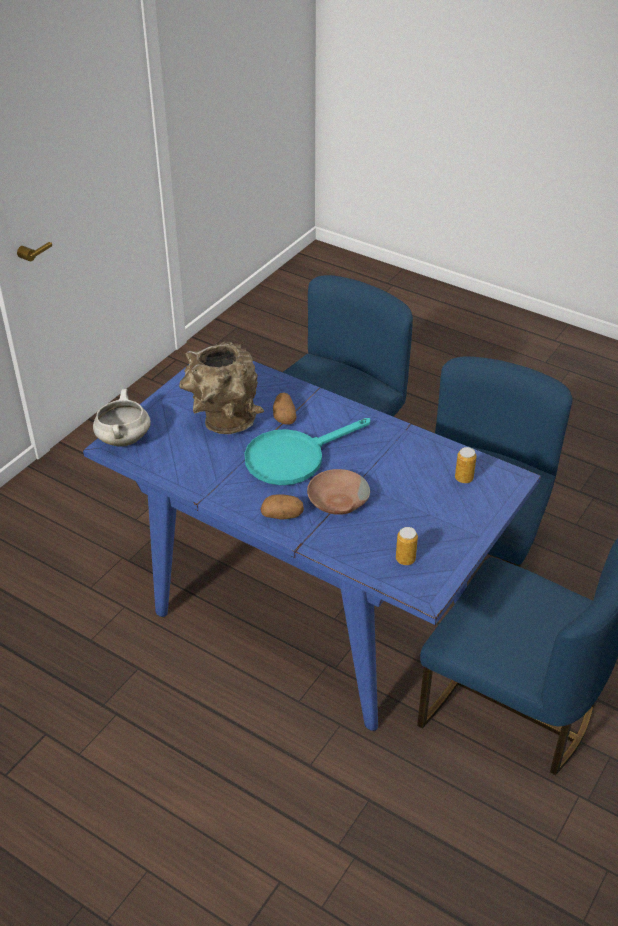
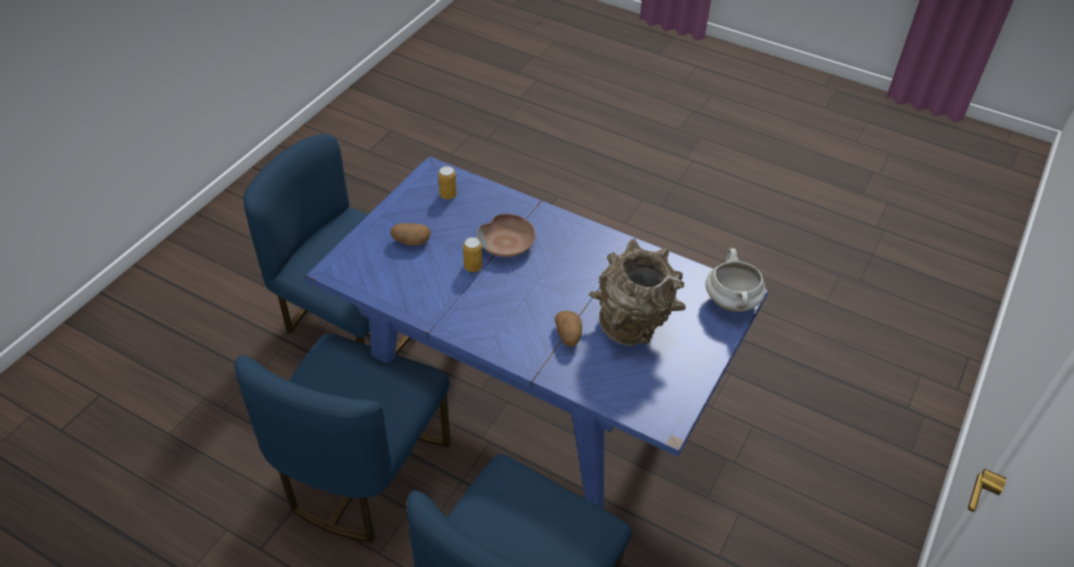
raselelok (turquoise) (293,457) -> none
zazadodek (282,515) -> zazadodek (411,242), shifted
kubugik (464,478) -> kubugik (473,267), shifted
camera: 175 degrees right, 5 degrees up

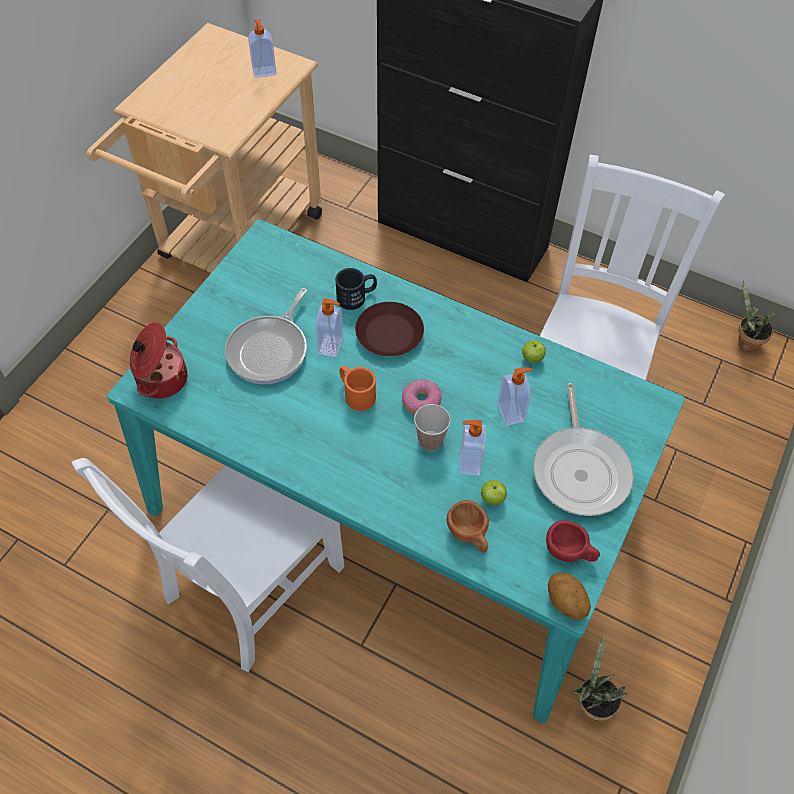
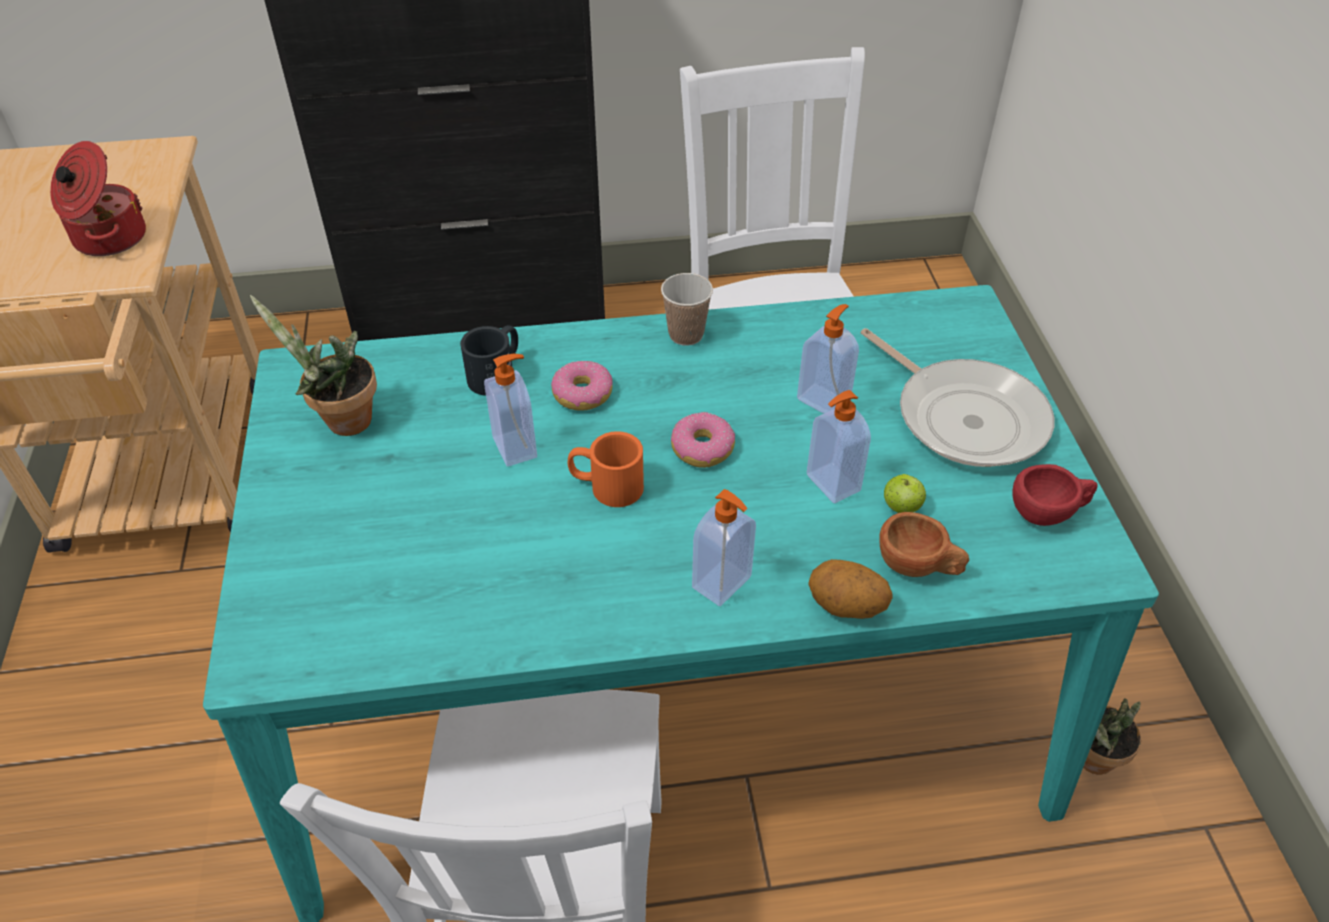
raselelok (270,350) -> none
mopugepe (532,358) -> none
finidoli (161,379) -> finidoli (108,238), shifted
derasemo (264,72) -> derasemo (723,583), shifted
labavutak (430,440) -> labavutak (686,335), shifted
zazadodek (565,602) -> zazadodek (845,607), shifted
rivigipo (744,342) -> rivigipo (342,421), shifted
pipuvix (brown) (388,334) -> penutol (582,394)
camera: 35 degrees left, 10 degrees down

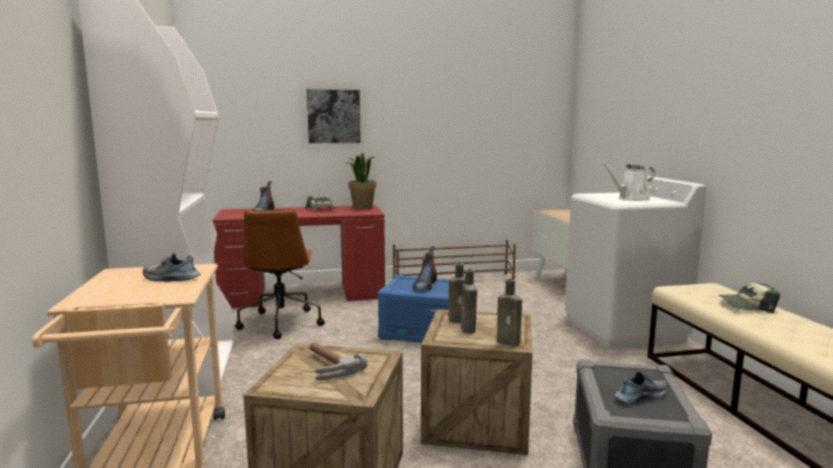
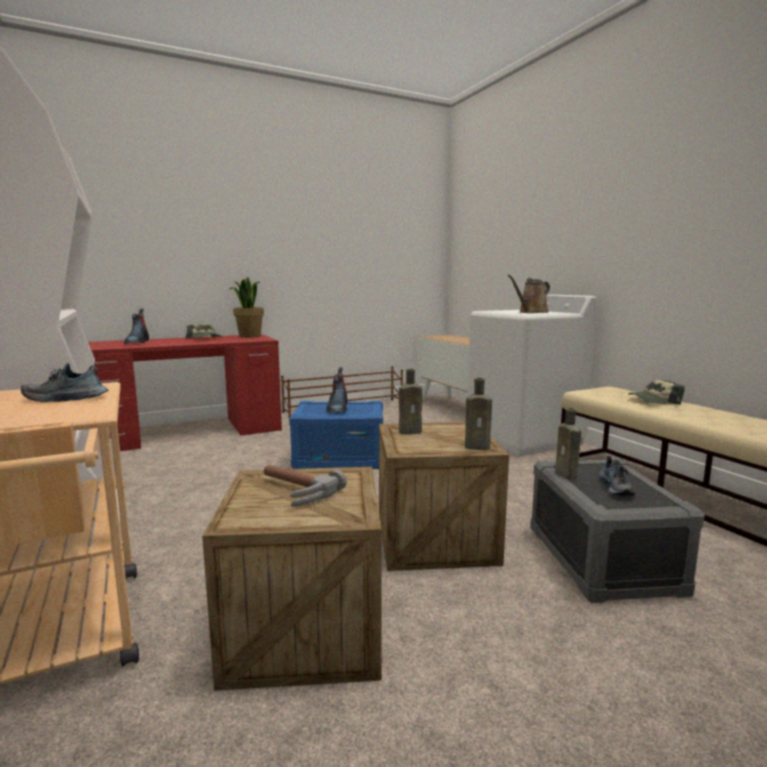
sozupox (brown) (281,322) -> none
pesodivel (333,116) -> none
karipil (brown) (468,330) -> karipil (brown) (567,475), shifted
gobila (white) (631,199) -> gobila (brown) (531,312)
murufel (639,396) -> murufel (616,488), 135 degrees clockwise
camera: 15 degrees left, 0 degrees up

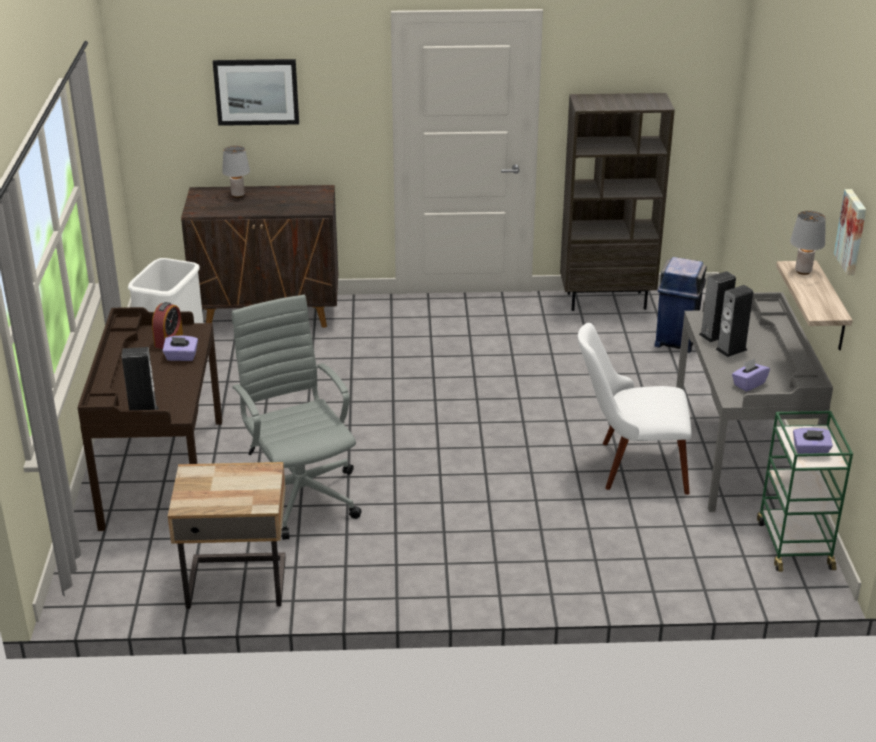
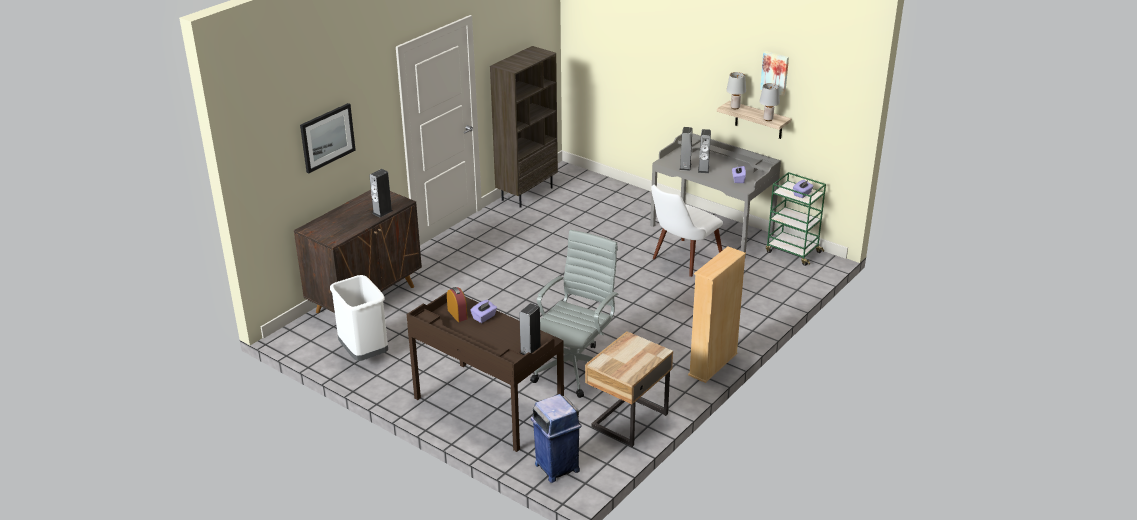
none -> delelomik (382,212)
none -> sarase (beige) (713,364)
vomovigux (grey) (237,195) -> vomovigux (grey) (768,119), shifted
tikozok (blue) (676,341) -> tikozok (blue) (556,467), shifted
sozupox (grey) (300,495) -> sozupox (grey) (576,368), 105 degrees clockwise
camera: 50 degrees left, 0 degrees up

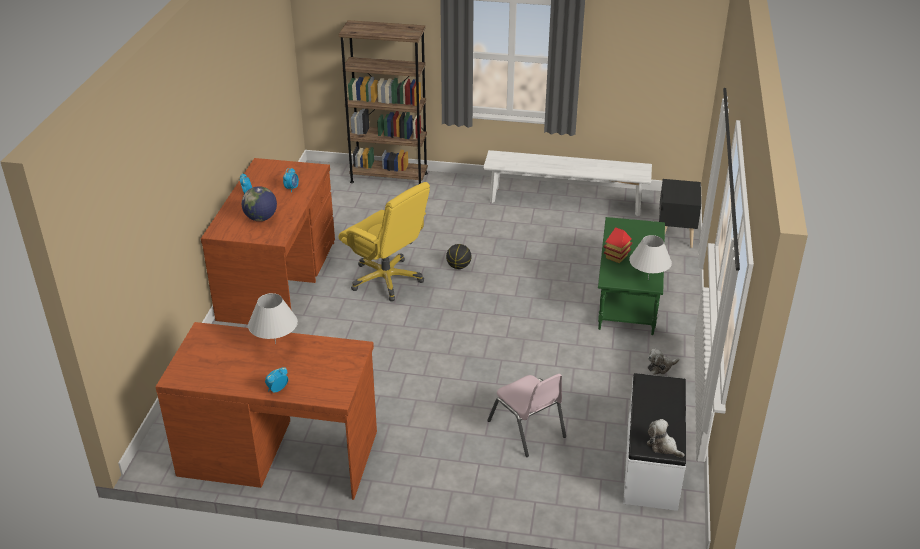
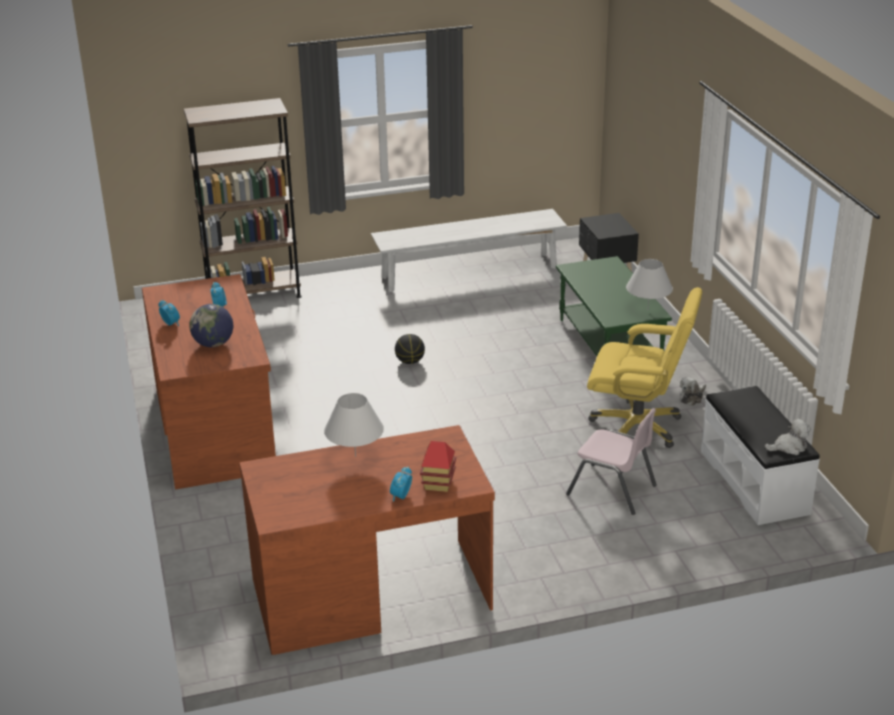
sozupox (yellow) (387,279) -> sozupox (yellow) (638,427), shifted
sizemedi (616,257) -> sizemedi (438,483), shifted
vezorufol (663,446) -> vezorufol (789,447), 150 degrees clockwise
camera: 25 degrees left, 5 degrees down

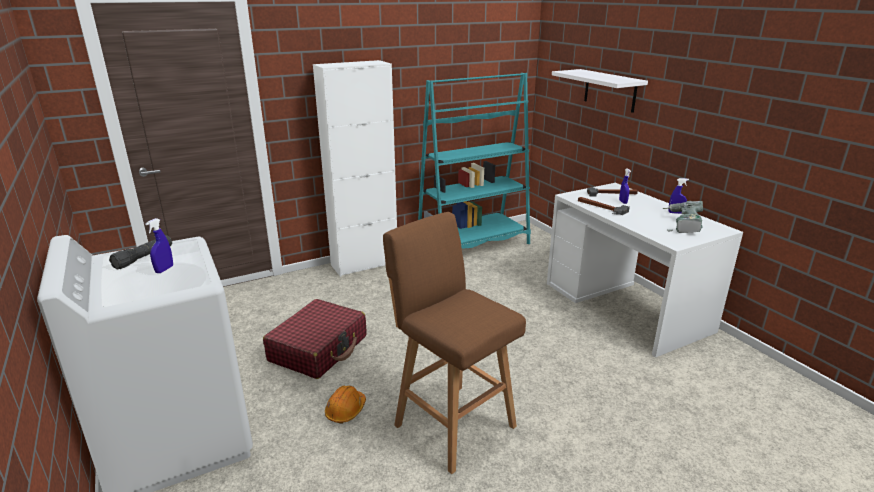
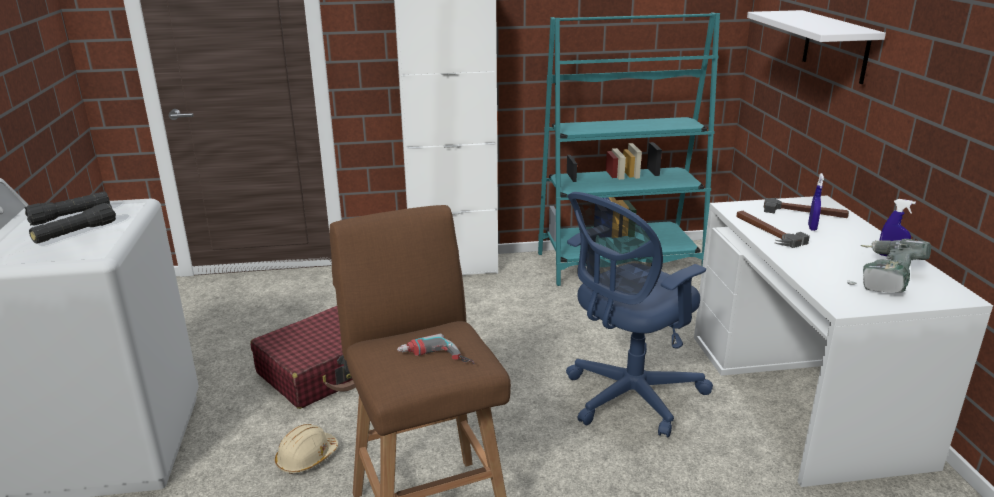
none -> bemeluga (434,360)
none -> sozupox (blue) (628,398)
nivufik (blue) (164,269) -> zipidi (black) (75,233)
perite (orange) (345,410) -> perite (beige) (307,458)
camera: 20 degrees right, 0 degrees up

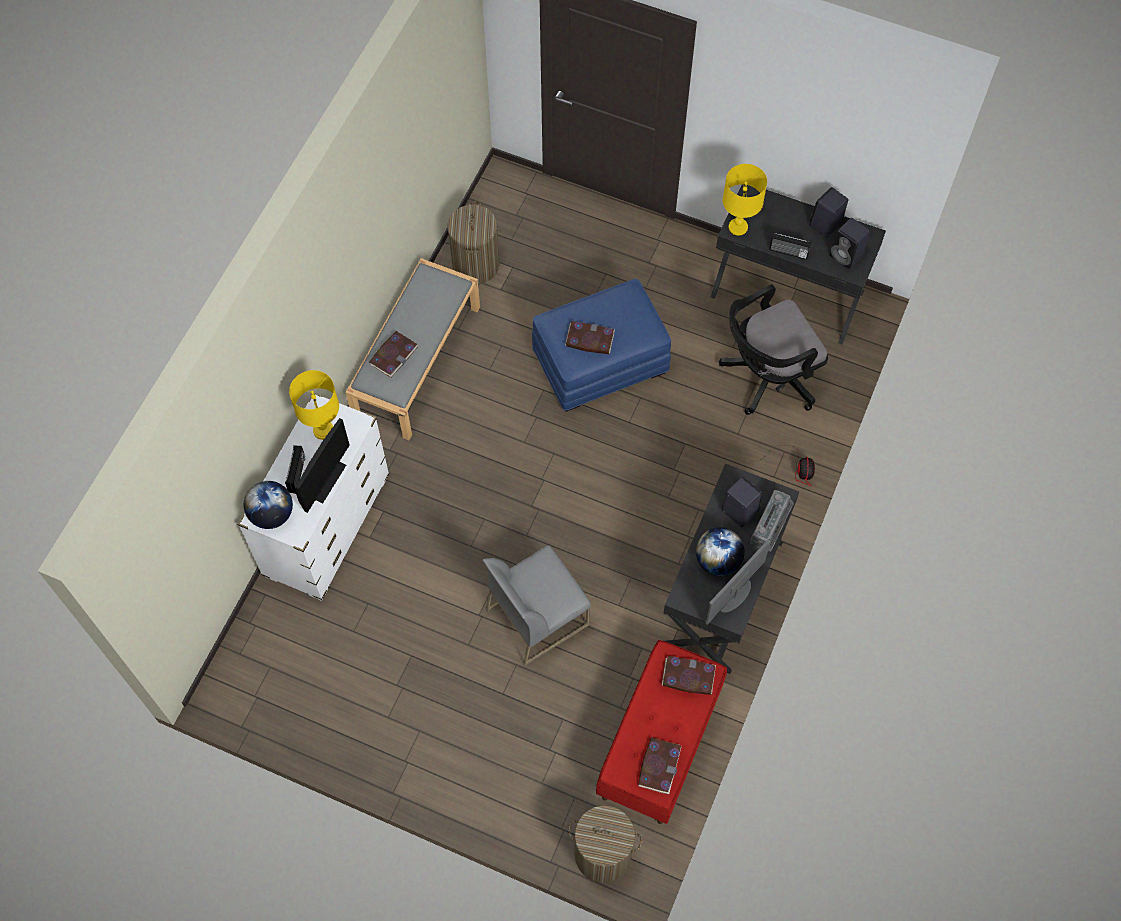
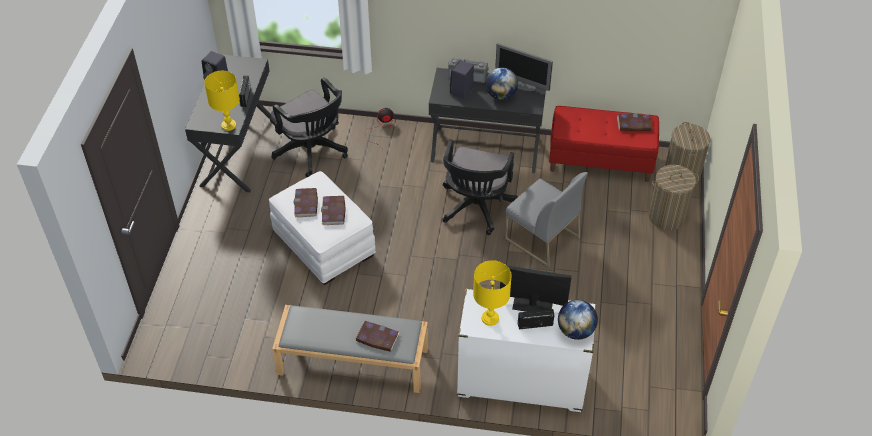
delelomik (black) (847,256) -> none
none -> sozupox (black) (476,209)
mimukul (475,265) -> mimukul (667,216), shifted
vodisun (688,676) -> vodisun (306,204), shifted
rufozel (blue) (600,362) -> rufozel (white) (323,244)
camera: 105 degrees left, 15 degrees down

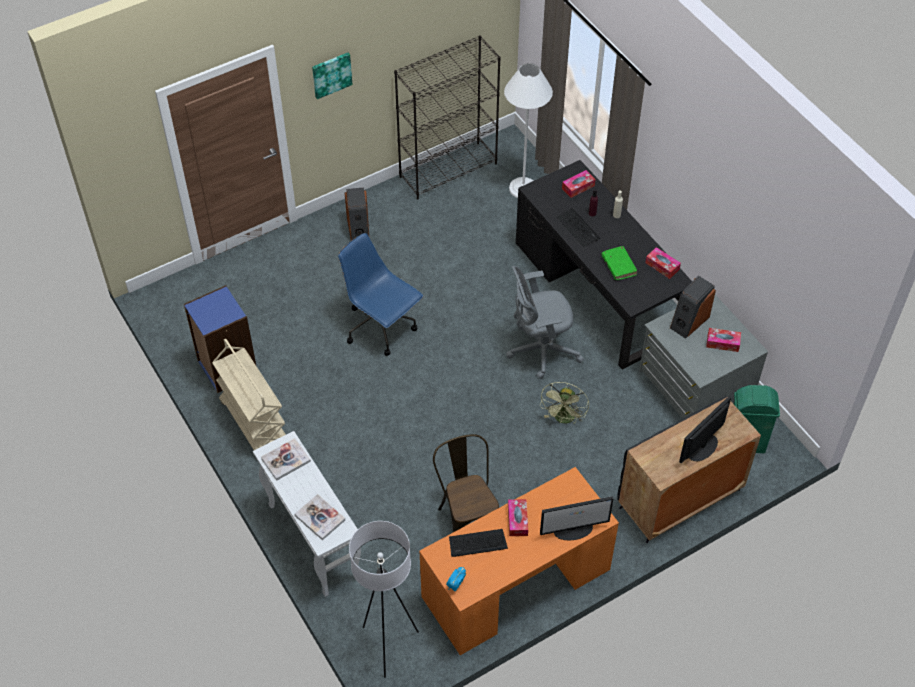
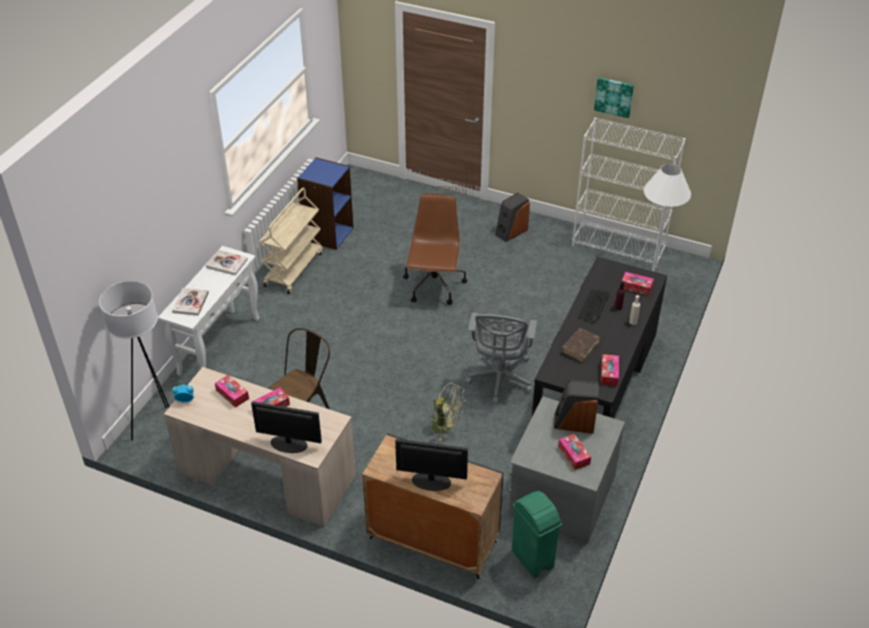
pesodivel (331,74) -> pesodivel (614,96), shifted
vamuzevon (477,543) -> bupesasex (232,394)
sozupox (blue) (381,327) -> sozupox (brown) (434,286)
sarase (black) (448,170) -> sarase (white) (619,246)
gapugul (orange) (515,582) -> gapugul (beige) (267,473)
vodisun (green) (618,266) -> vodisun (brown) (580,347)
sozupox (grey) (540,350) -> sozupox (grey) (500,380), 120 degrees counterclockwise
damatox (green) (564,419) -> damatox (green) (446,427), 135 degrees counterclockwise
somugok (574,530) -> somugok (288,444), 150 degrees clockwise
camera: 55 degrees right, 10 degrees down

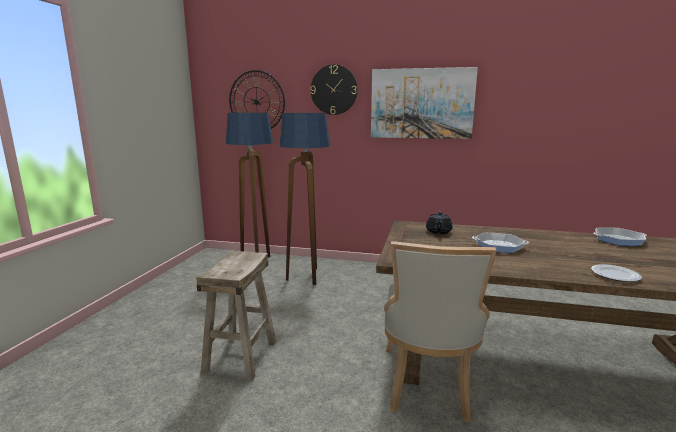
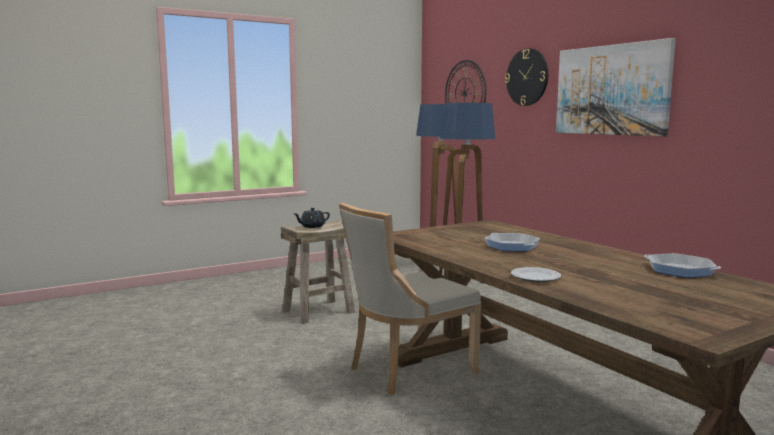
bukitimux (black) (438,232) -> bukitimux (black) (312,226), shifted
camera: 45 degrees right, 5 degrees down

